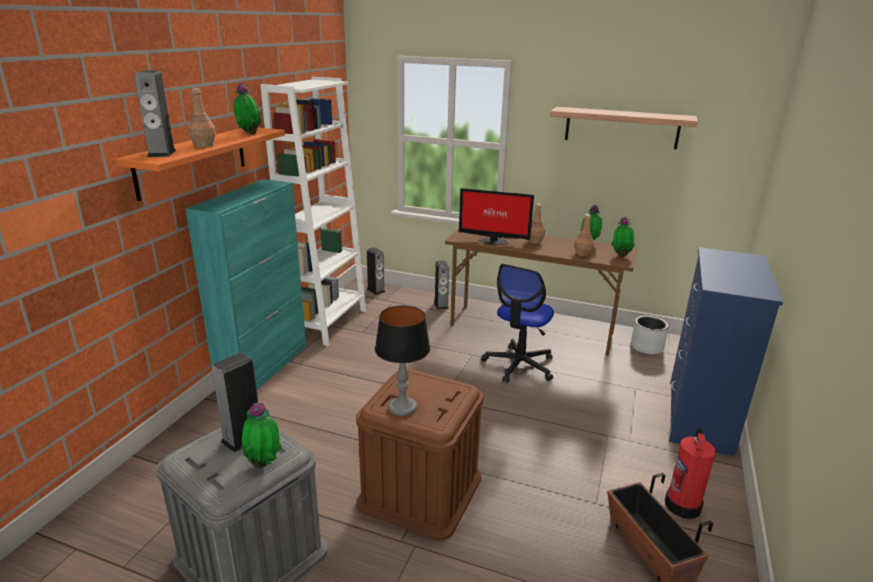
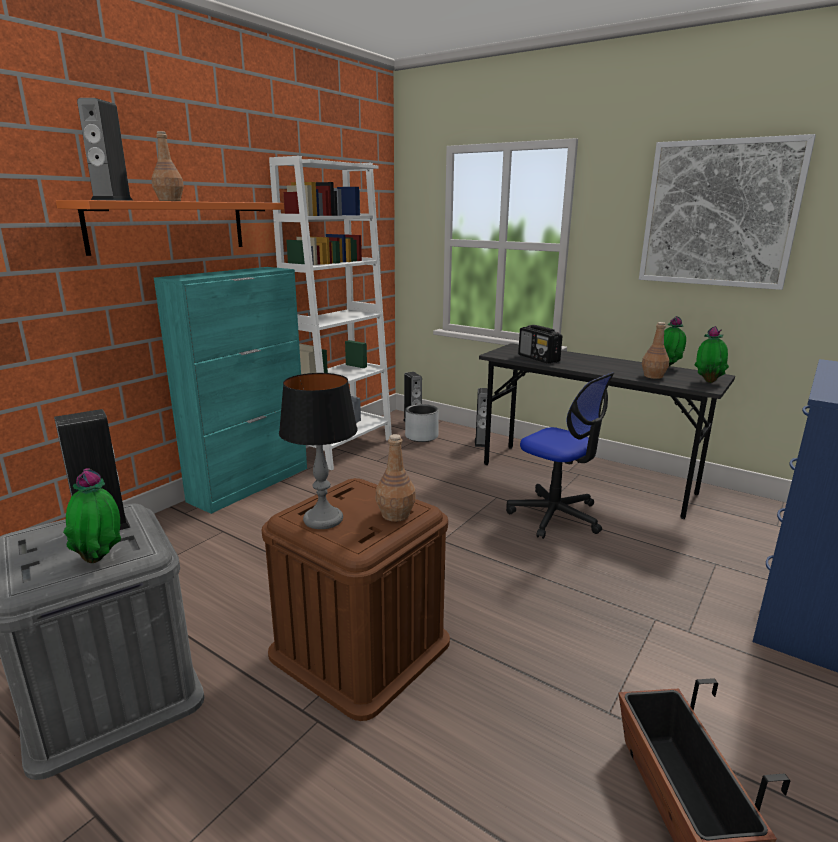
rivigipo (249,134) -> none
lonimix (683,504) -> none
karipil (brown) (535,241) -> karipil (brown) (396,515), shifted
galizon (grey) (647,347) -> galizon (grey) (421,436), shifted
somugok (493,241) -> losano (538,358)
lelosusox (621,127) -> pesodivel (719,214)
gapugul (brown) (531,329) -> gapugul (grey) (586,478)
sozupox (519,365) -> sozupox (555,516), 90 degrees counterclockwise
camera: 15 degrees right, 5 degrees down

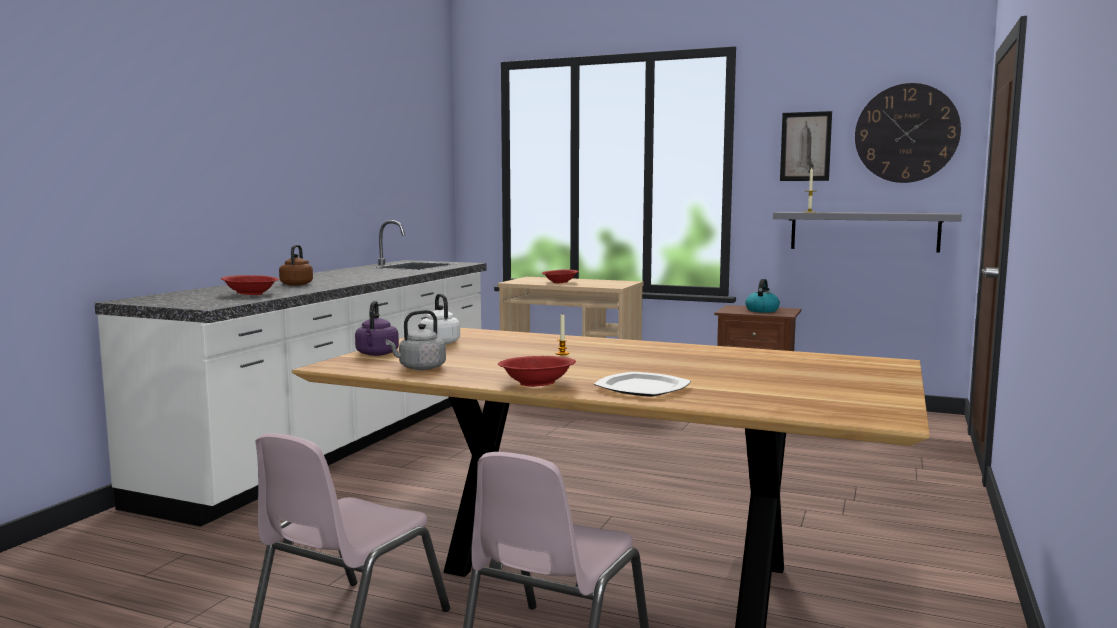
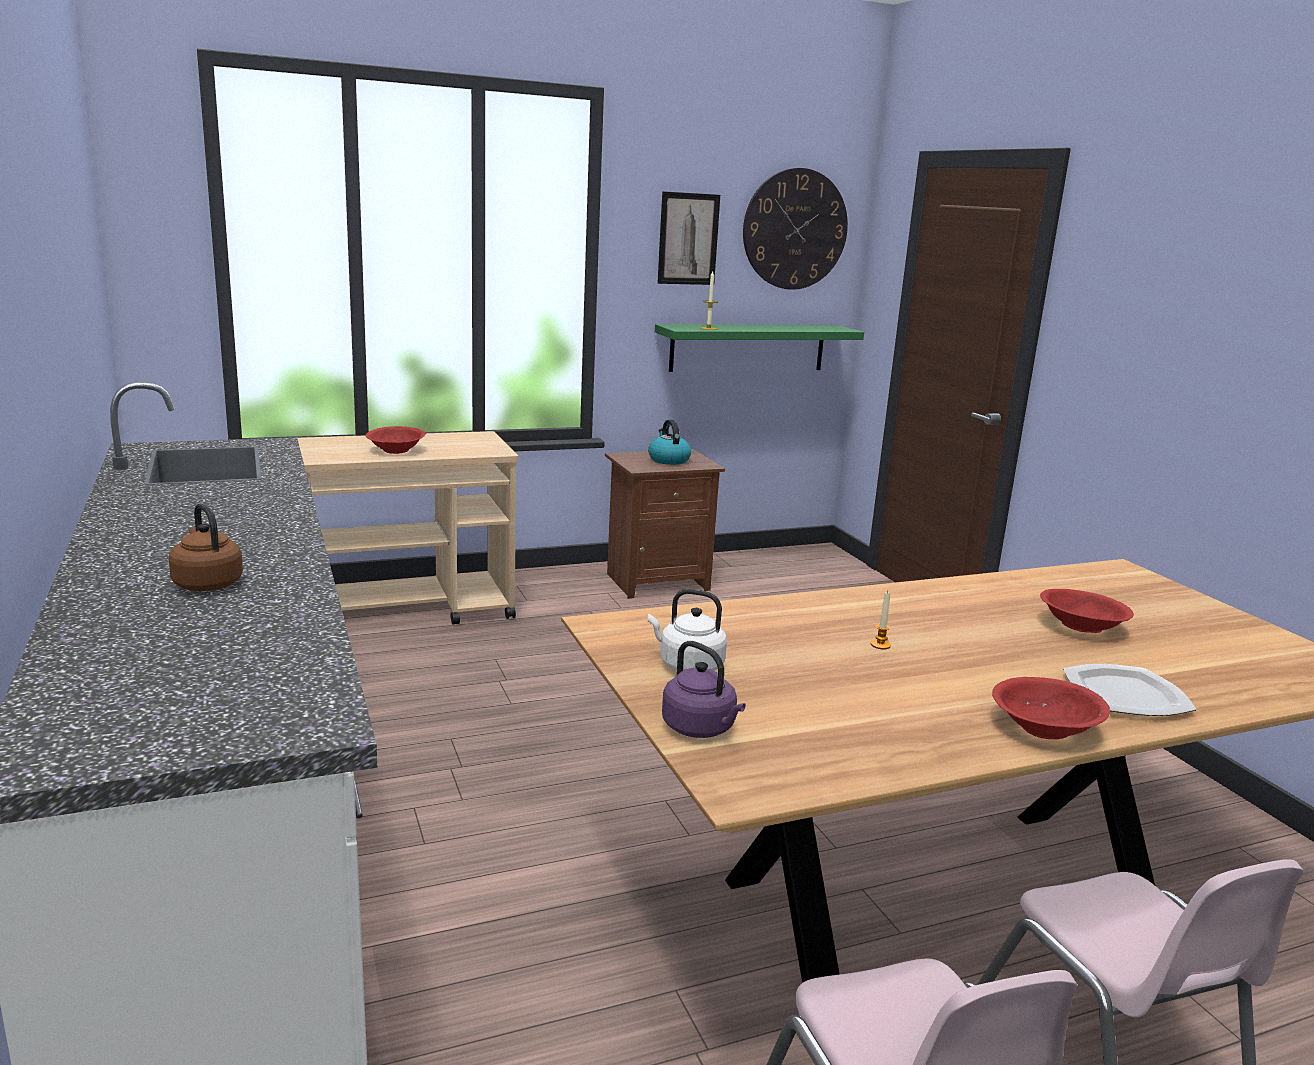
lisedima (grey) (420,368) -> none
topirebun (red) (250,294) -> topirebun (red) (1080,627), shifted
lelosusox (grey) (864,231) -> lelosusox (green) (748,347)
camera: 45 degrees left, 10 degrees up

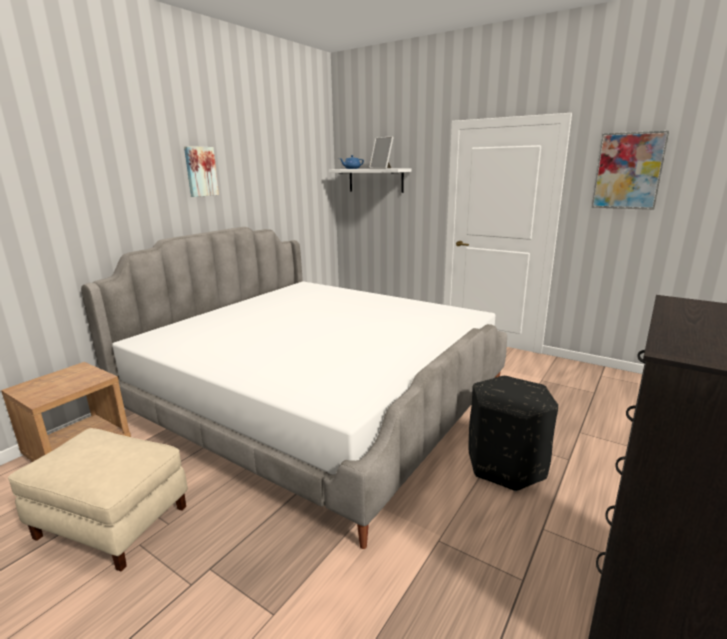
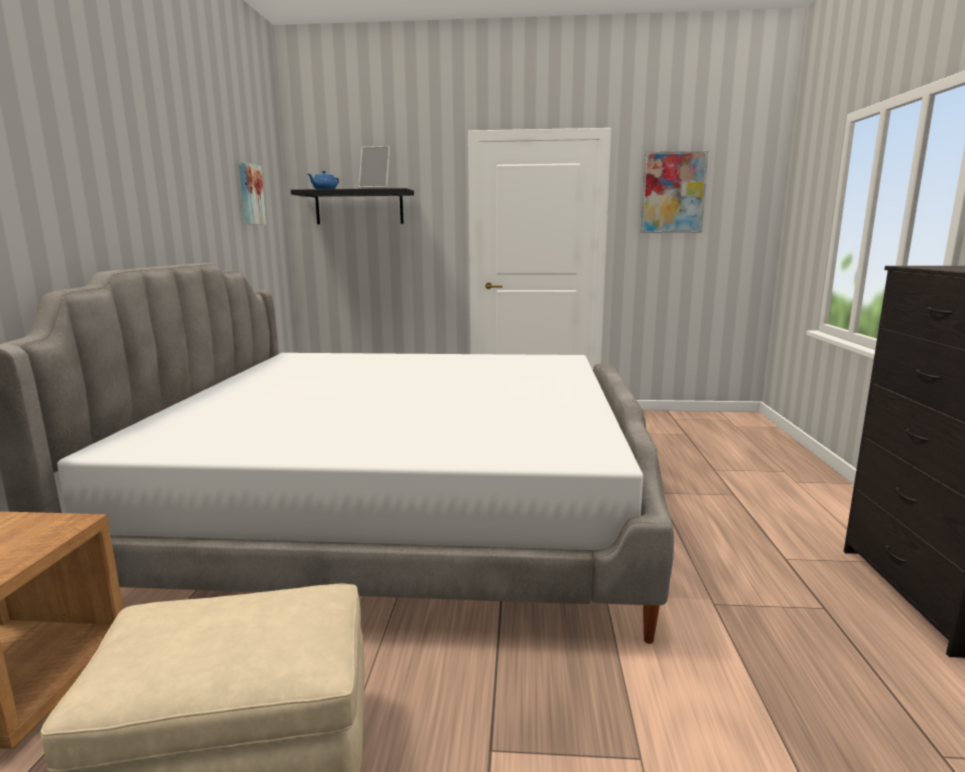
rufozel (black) (506,465) -> none
pesodivel (200,171) -> pesodivel (250,194), shifted
lelosusox (white) (375,180) -> lelosusox (black) (359,207)
camera: 30 degrees left, 5 degrees down

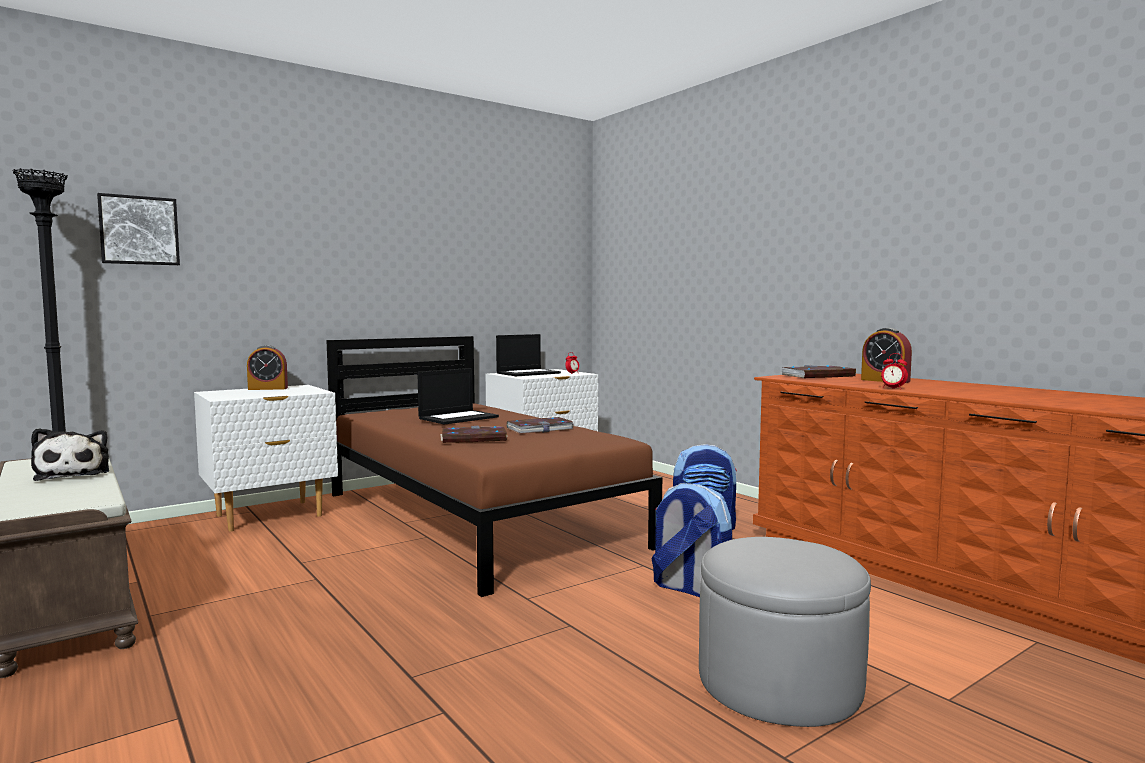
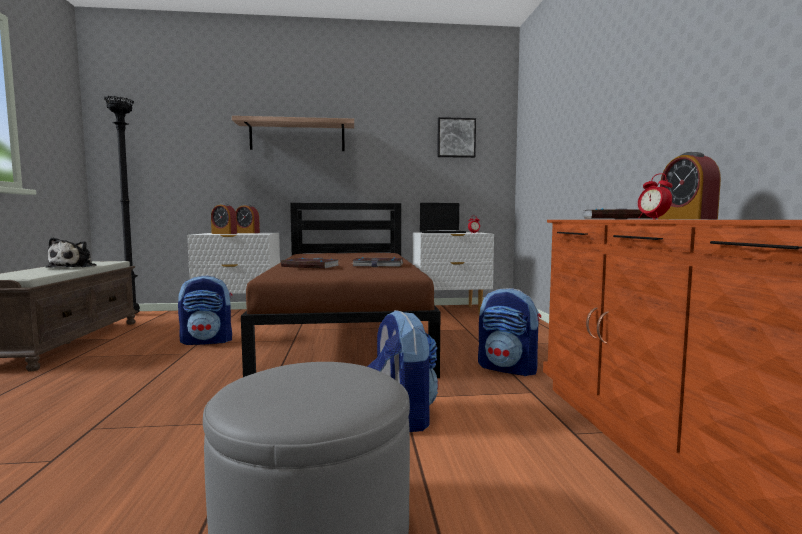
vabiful (458,417) -> none
none -> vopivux (208,341)
none -> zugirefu (224,233)
none -> lelosusox (297,136)
pesodivel (139,230) -> pesodivel (456,138), shifted
camera: 30 degrees right, 0 degrees up

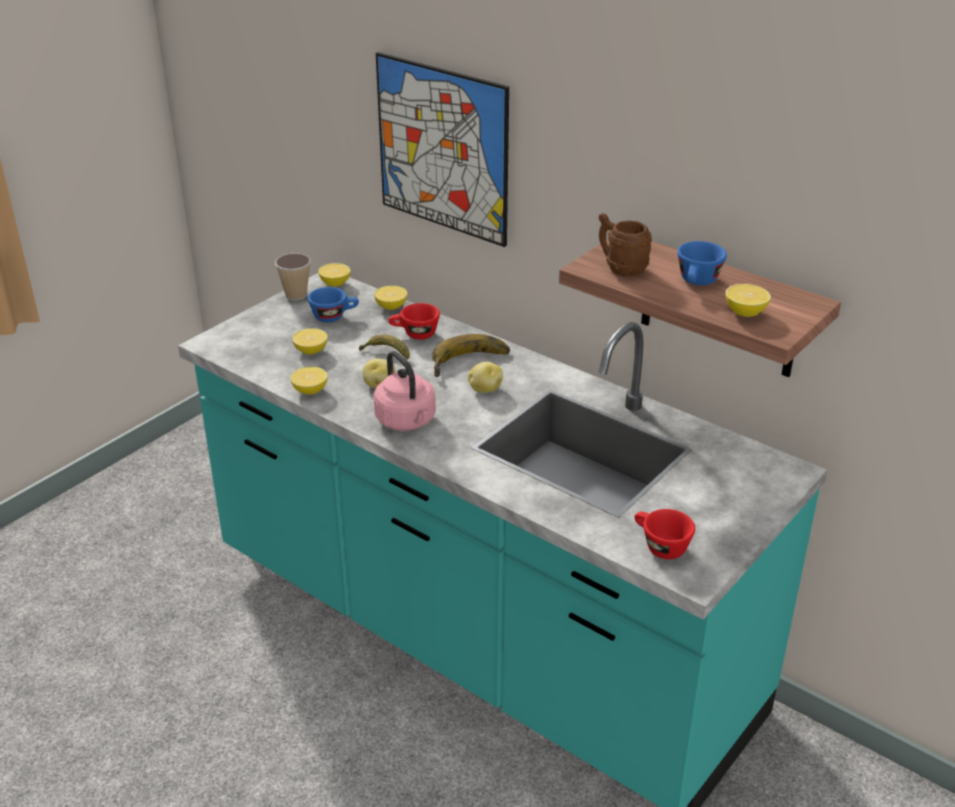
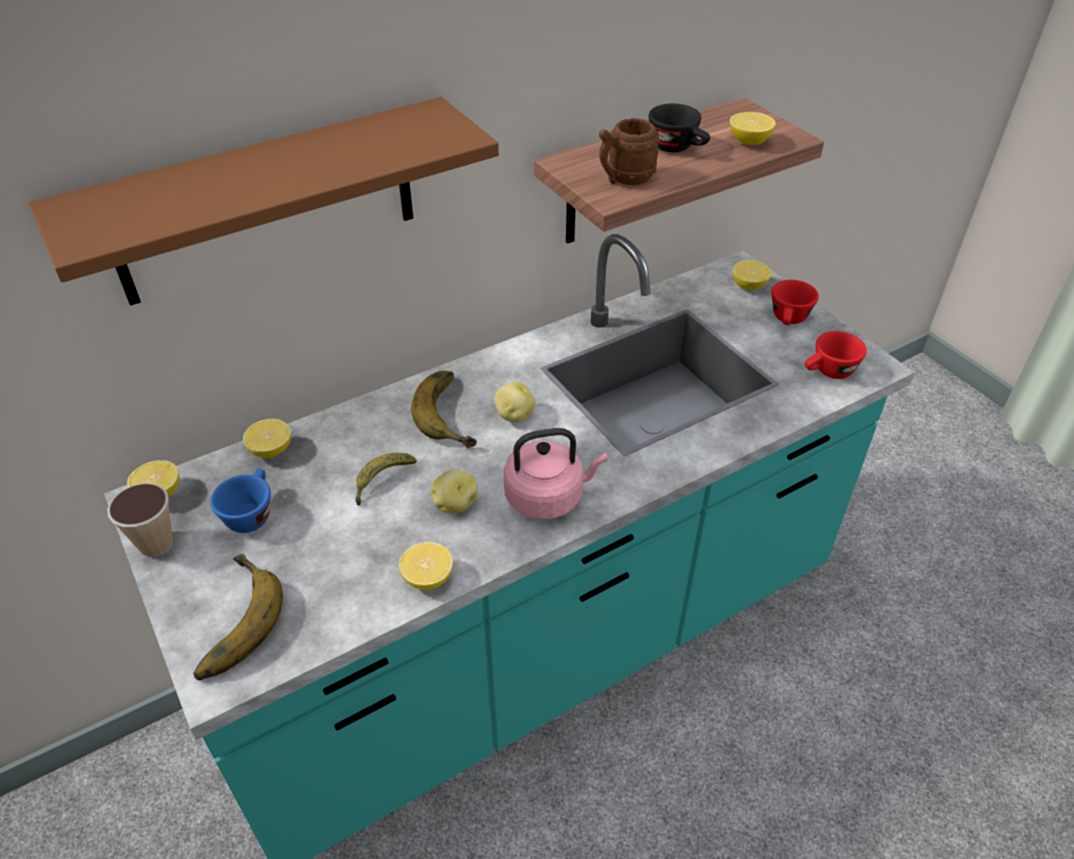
none -> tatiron (229,622)
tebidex (311,351) -> tebidex (749,286), shifted
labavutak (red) (414,334) -> labavutak (red) (789,320), shifted
pesodivel (442,149) -> lelosusox (brown) (266,203)
labavutak (blue) (697,282) -> labavutak (black) (678,148)
camera: 70 degrees left, 10 degrees up

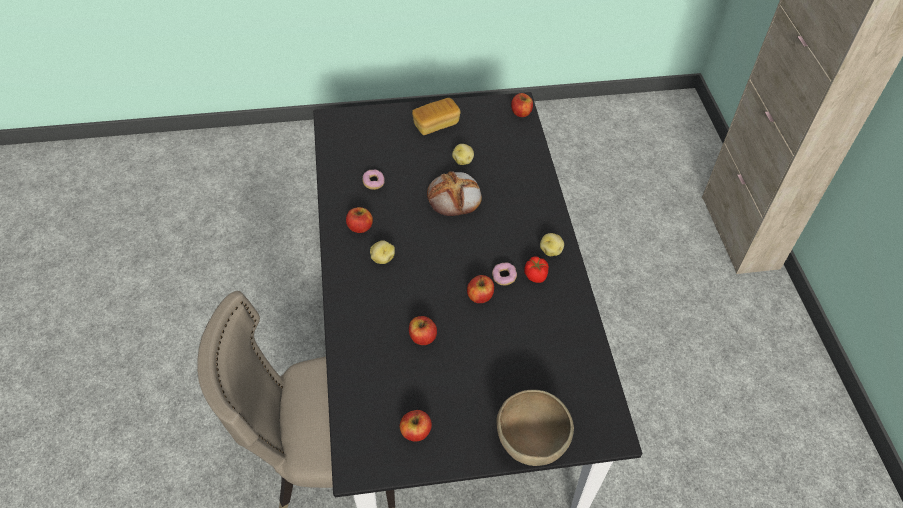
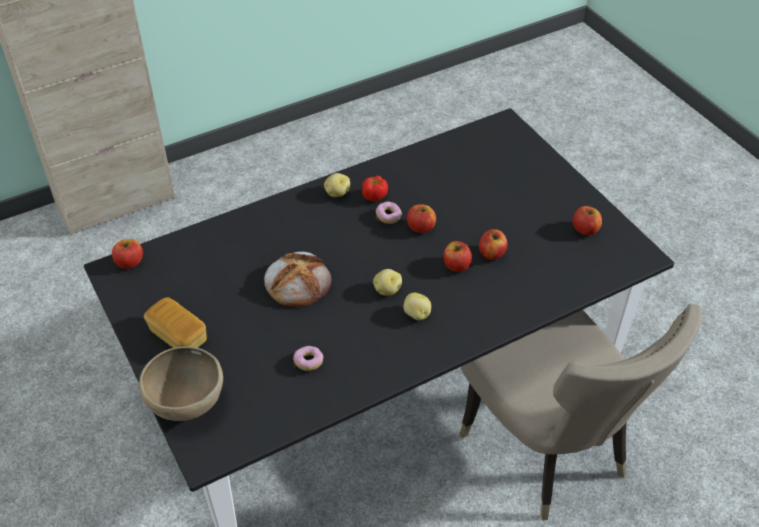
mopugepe (360,227) -> mopugepe (456,265), shifted
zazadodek (463,160) -> zazadodek (387,290), shifted
topirebun (brown) (530,443) -> topirebun (brown) (187,406), shifted
camera: 110 degrees left, 5 degrees down

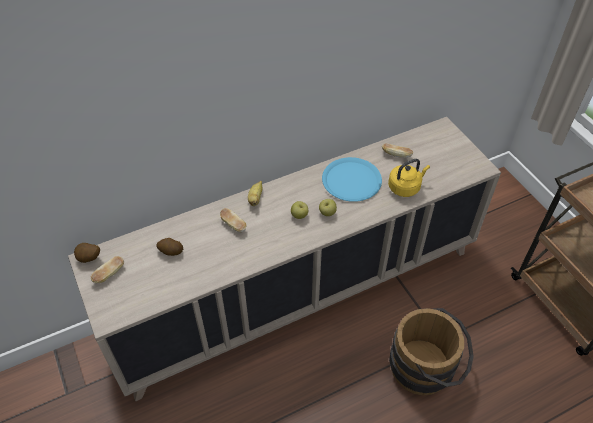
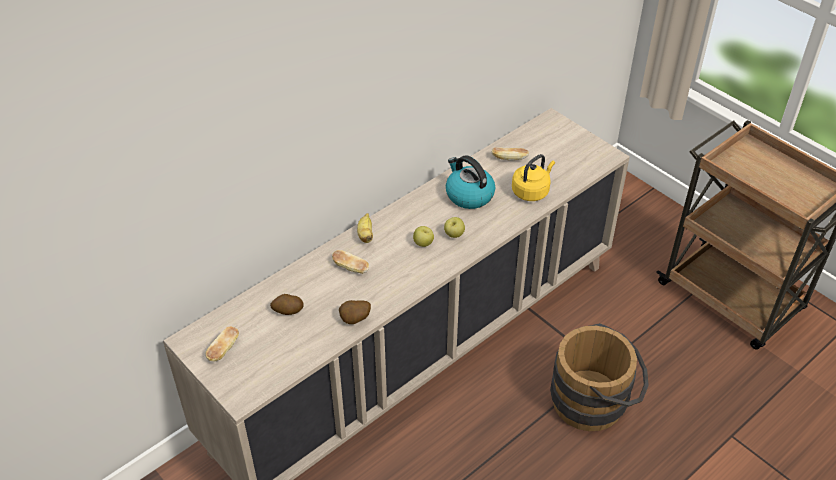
zazadodek (89,259) -> zazadodek (355,320), shifted
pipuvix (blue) (351,180) -> lisedima (468,195)
camera: 15 degrees left, 5 degrees down

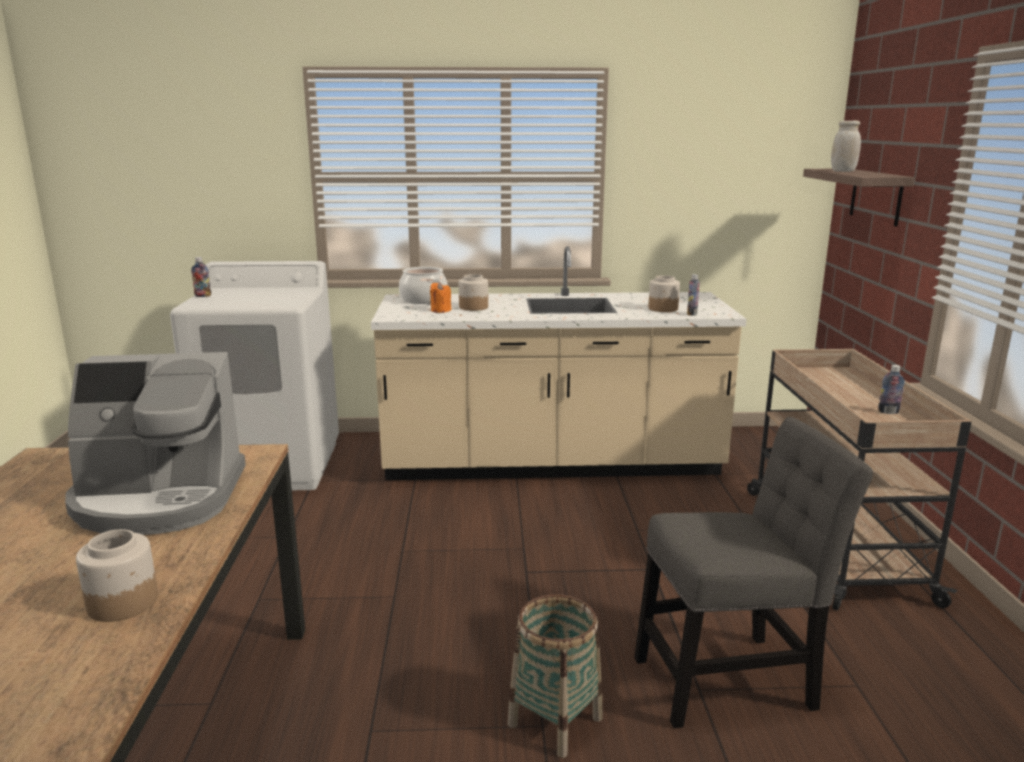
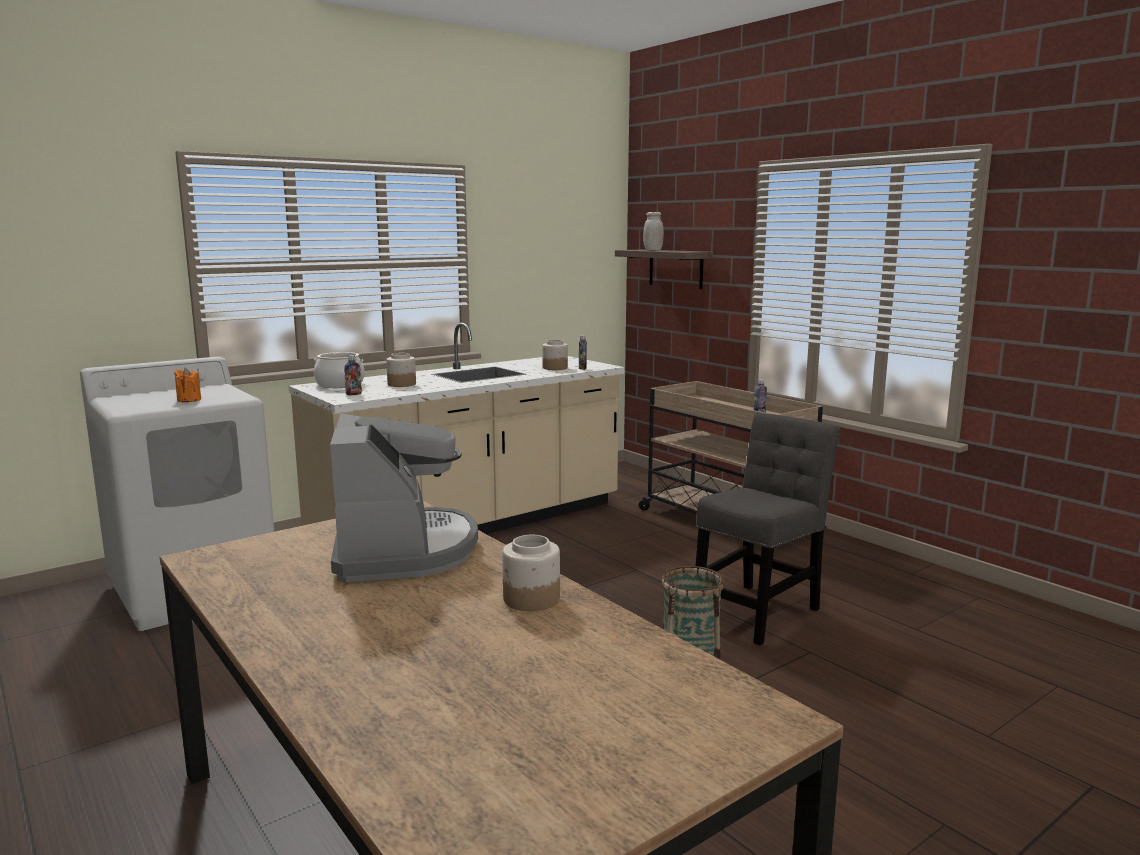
karipil (203,296) -> karipil (353,394), shifted
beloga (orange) (440,310) -> beloga (orange) (189,400), shifted
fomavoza (159,499) -> fomavoza (403,550), 60 degrees counterclockwise
camera: 35 degrees left, 5 degrees down

